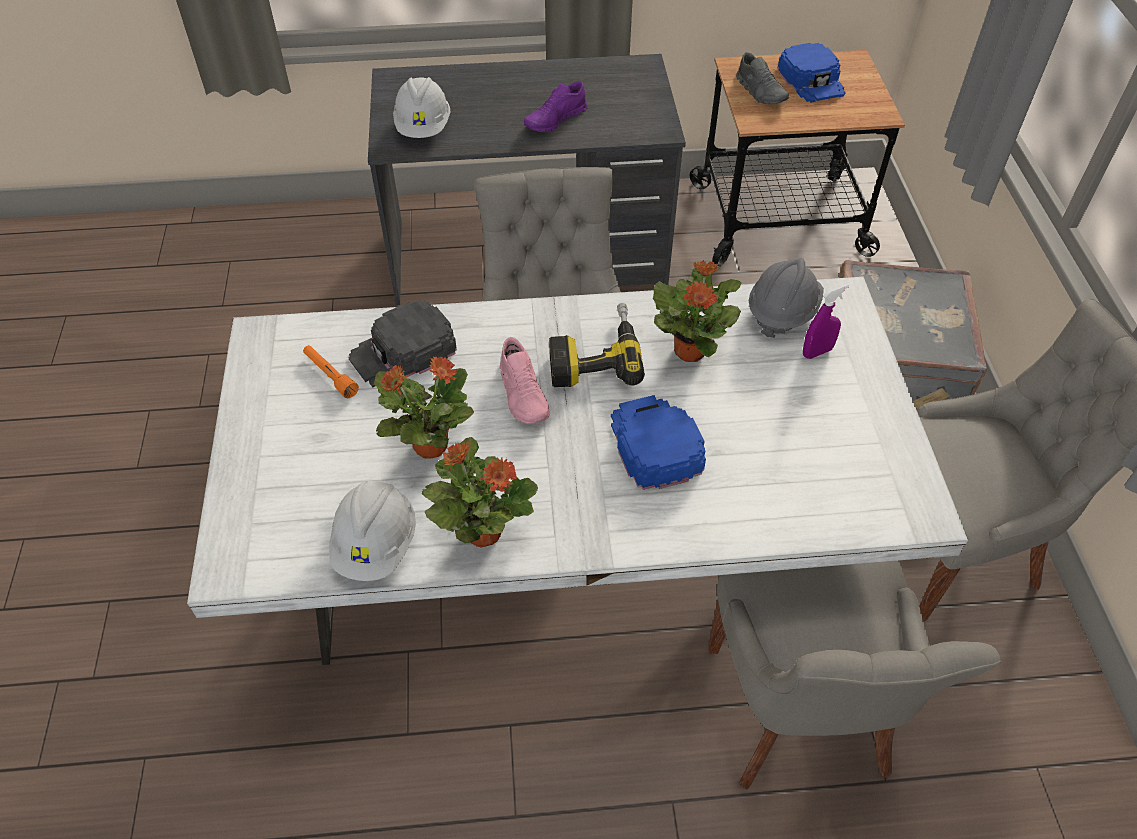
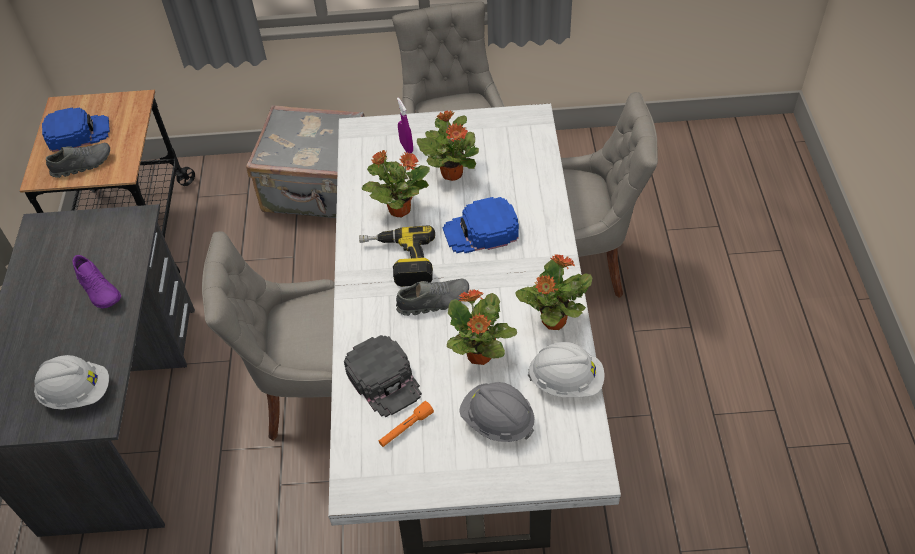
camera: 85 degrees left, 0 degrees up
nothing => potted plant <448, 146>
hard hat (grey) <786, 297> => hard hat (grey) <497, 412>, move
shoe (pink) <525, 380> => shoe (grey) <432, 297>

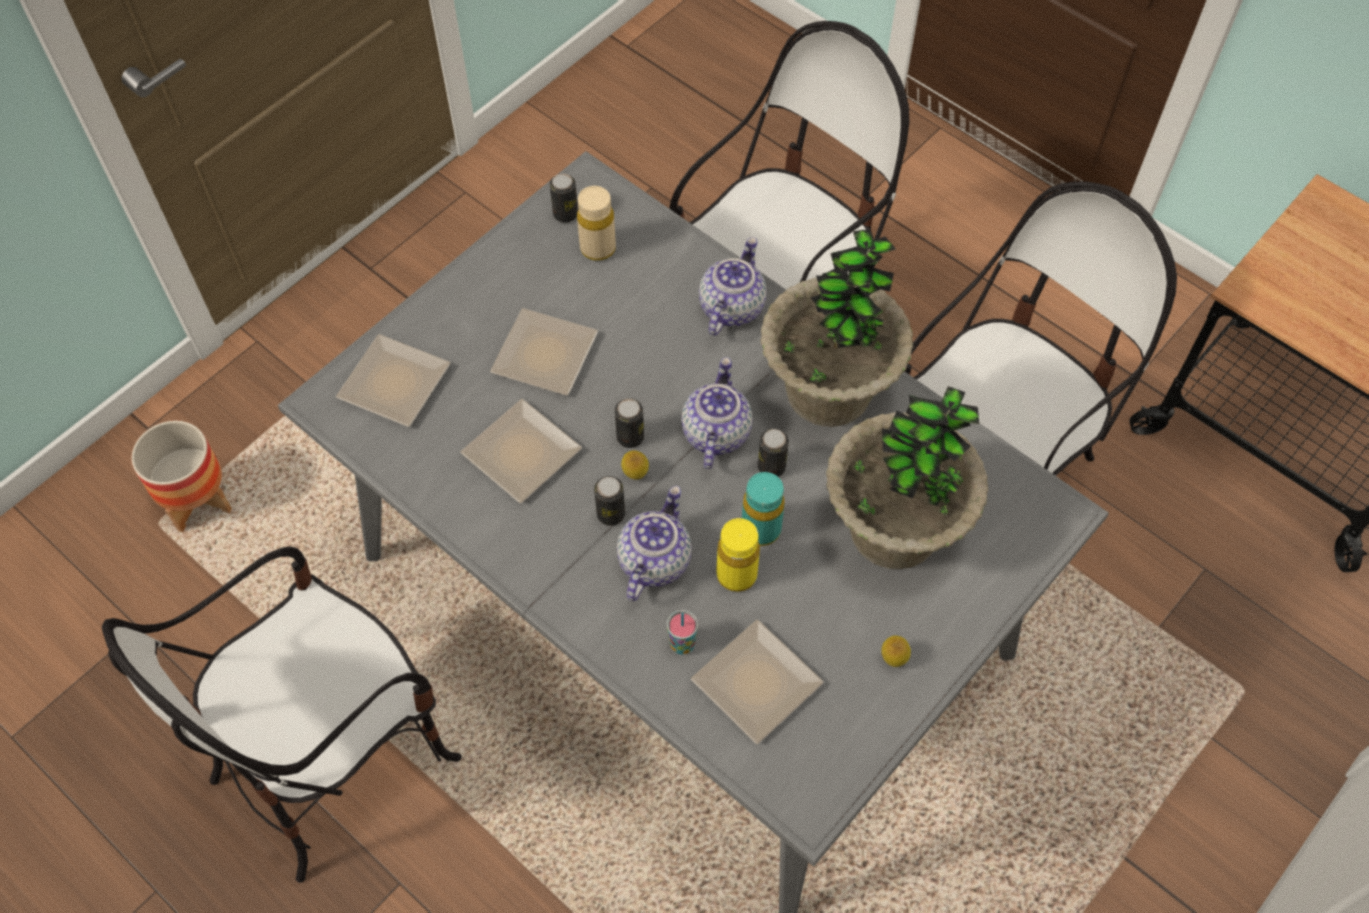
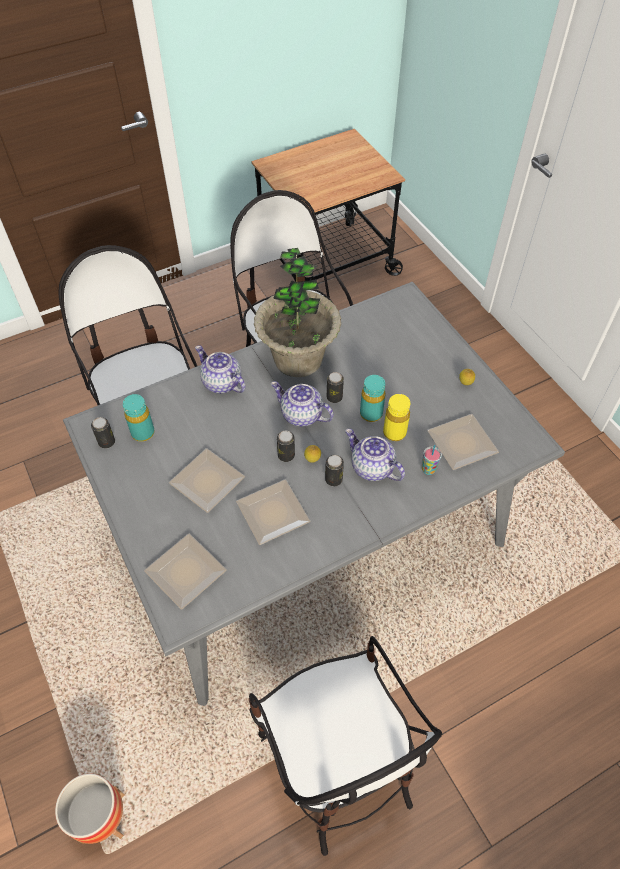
camera: 70 degrees left, 5 degrees down
potted plant <907, 477> => nothing
bottle (beige) <596, 223> => bottle (turquoise) <139, 418>

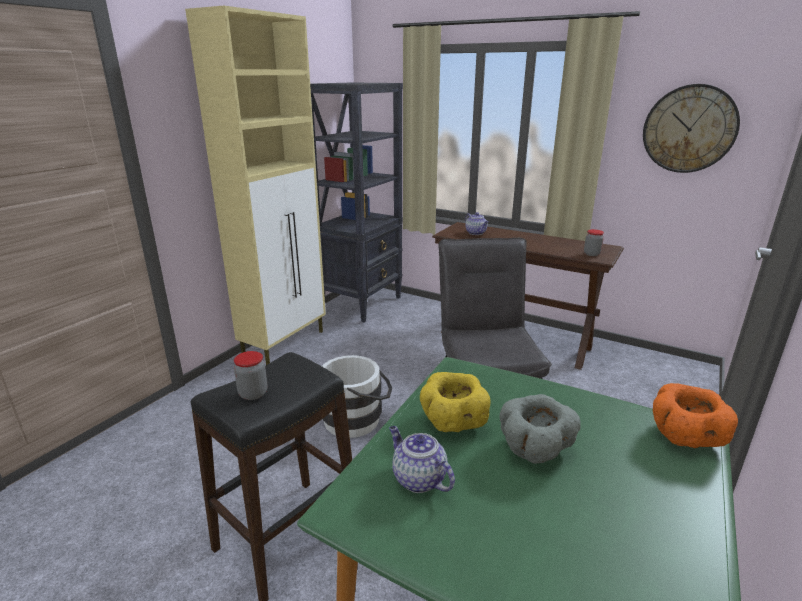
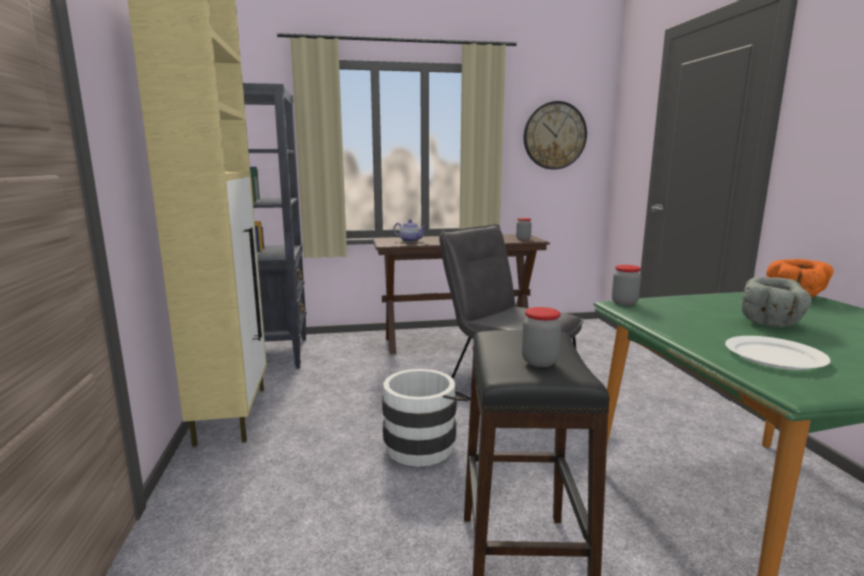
camera: 40 degrees left, 10 degrees down
bowl (yellow) <455, 402> => nothing
nothing => jar <626, 285>
teapot <422, 459> => plate (white) <777, 353>

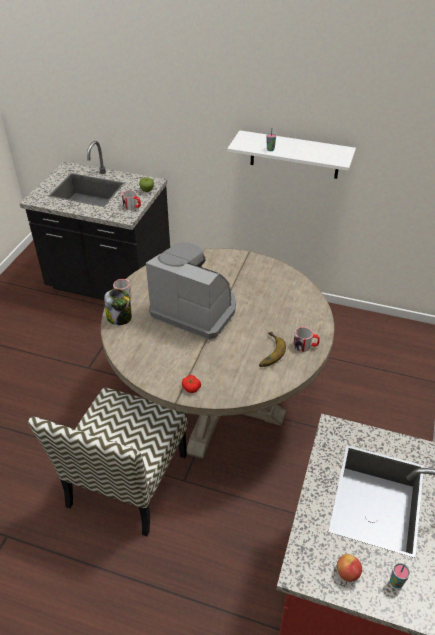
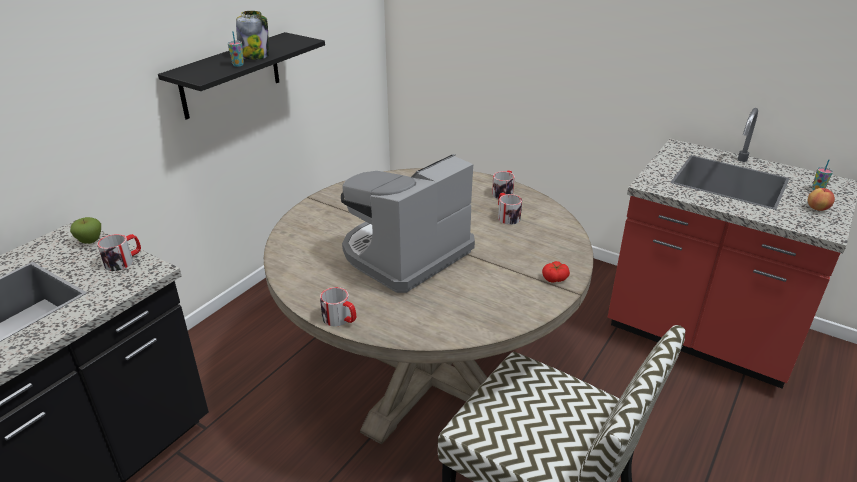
camera: 75 degrees left, 10 degrees down
jar <118, 307> => jar <252, 35>, move
banana <272, 349> => mug <510, 209>
shelf (white) <291, 154> => shelf (black) <241, 76>

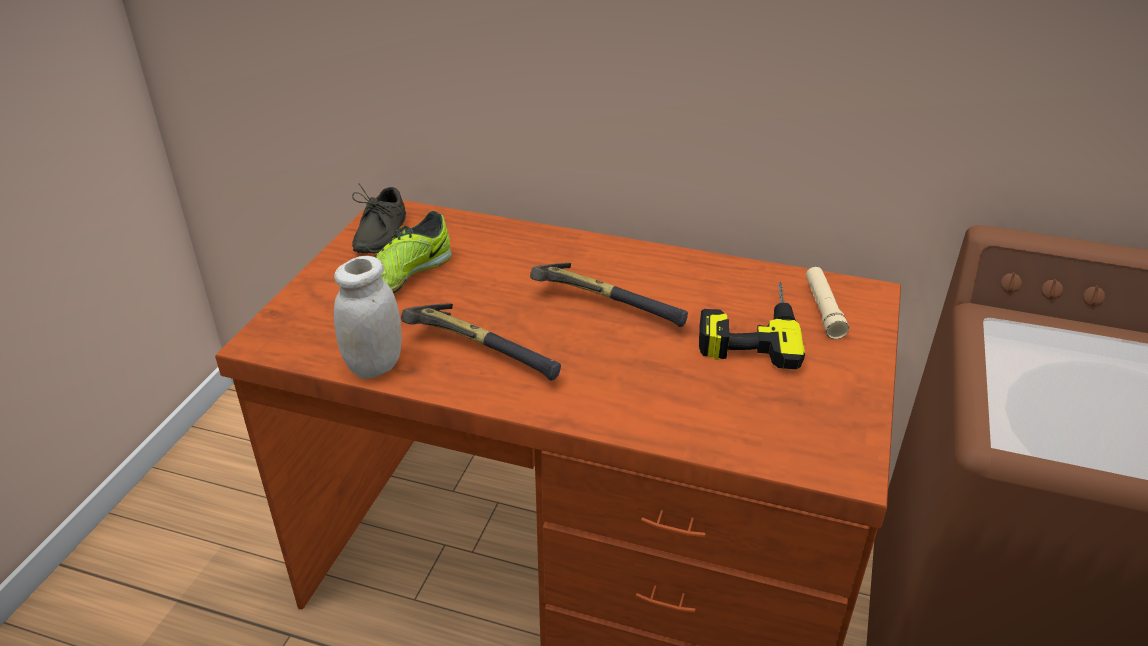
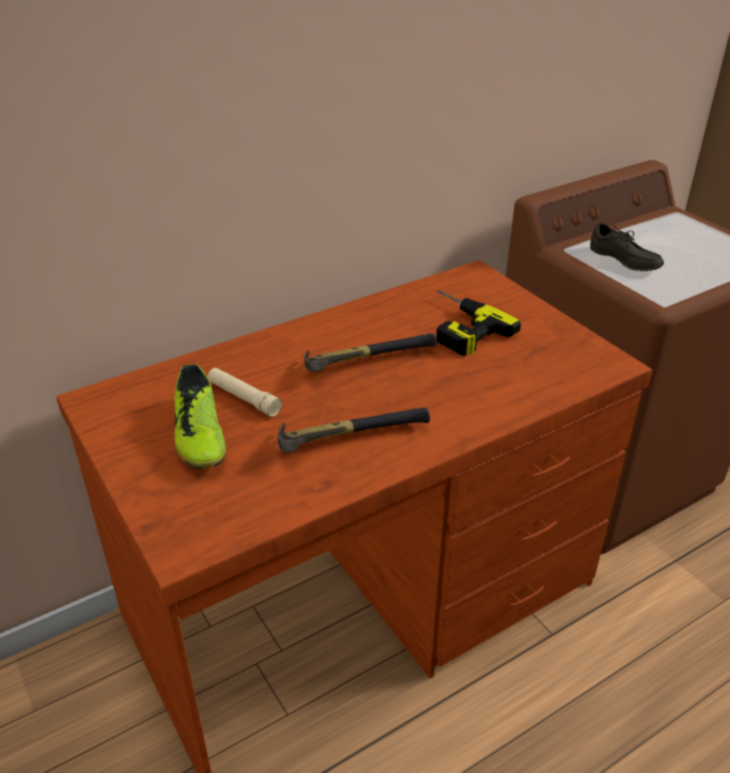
camera: 50 degrees left, 0 degrees up
jar (white) <367, 317> => nothing
shoe (grey) <379, 218> => shoe (grey) <627, 247>, move
flashlight (beige) <827, 303> => flashlight (beige) <245, 392>, move

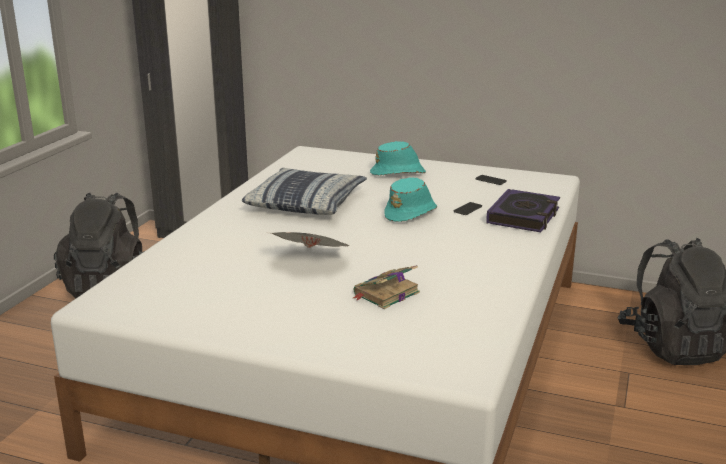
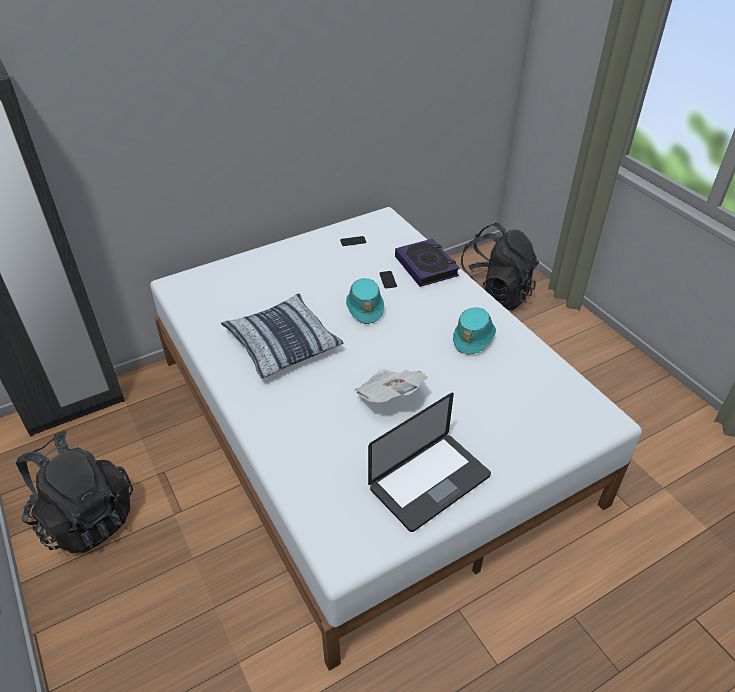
camera: 50 degrees left, 20 degrees up
book <386, 287> => nothing
nothing => laptop <429, 462>
hat (turquoise) <398, 158> => hat (turquoise) <474, 331>, move

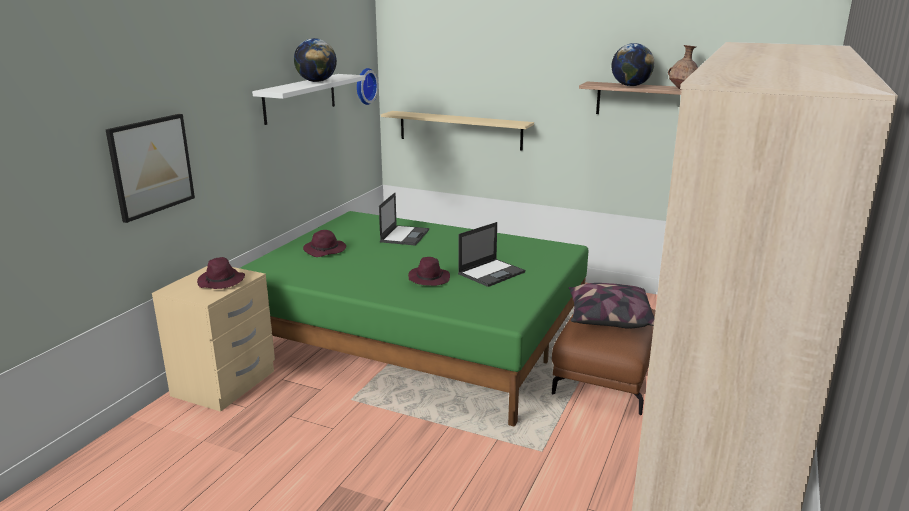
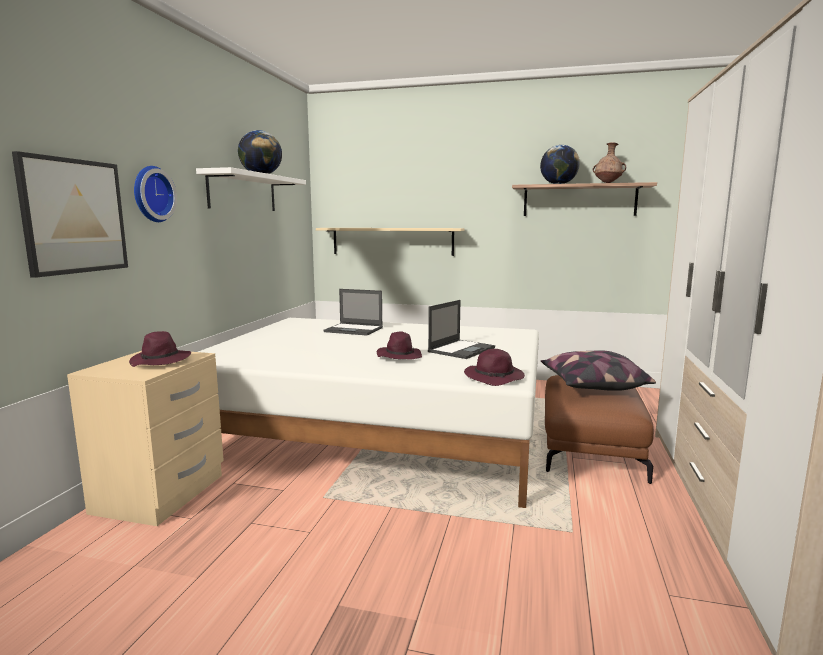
camera: 10 degrees left, 10 degrees down
hat (purple) <324, 243> => hat (purple) <494, 367>, move
wall clock <368, 86> => wall clock <155, 194>, move
bed (green) <414, 319> => bed (white) <368, 413>
laptop <404, 219> => laptop <353, 312>, 105 degrees clockwise

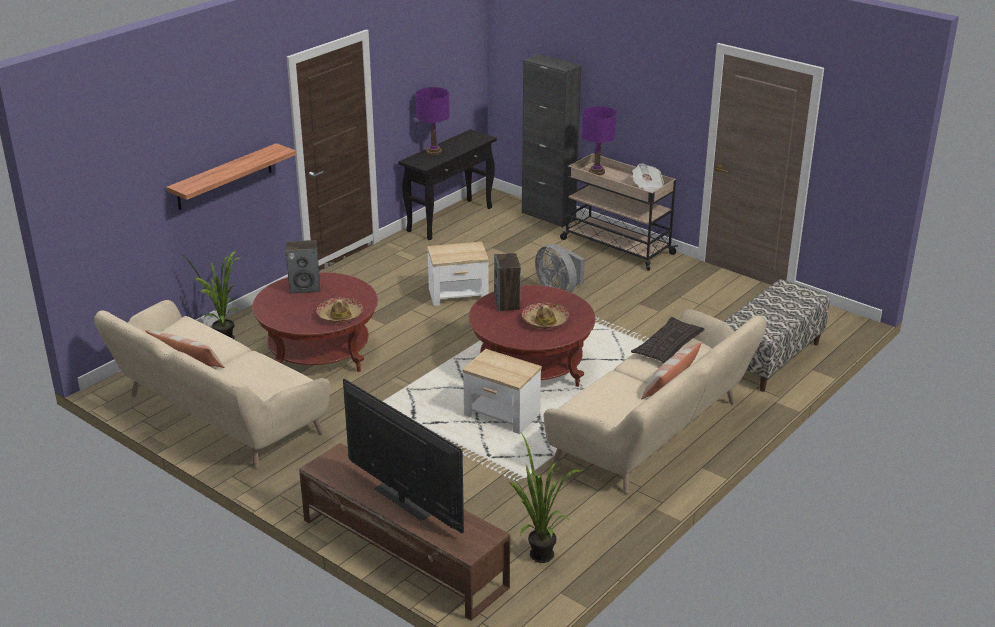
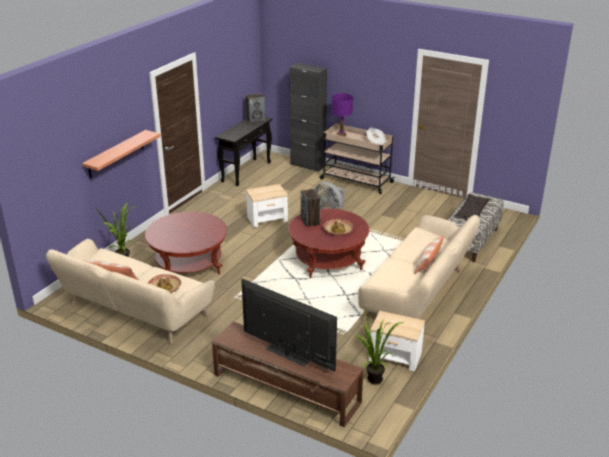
camera: 10 degrees left, 0 degrees up
table lamp (purple) <433, 121> => nothing
speaker <303, 267> => speaker <255, 108>, move
hat <339, 310> => hat <164, 283>, move
side table <502, 391> => side table <397, 341>, move
pillow <668, 340> => pillow <473, 206>, move

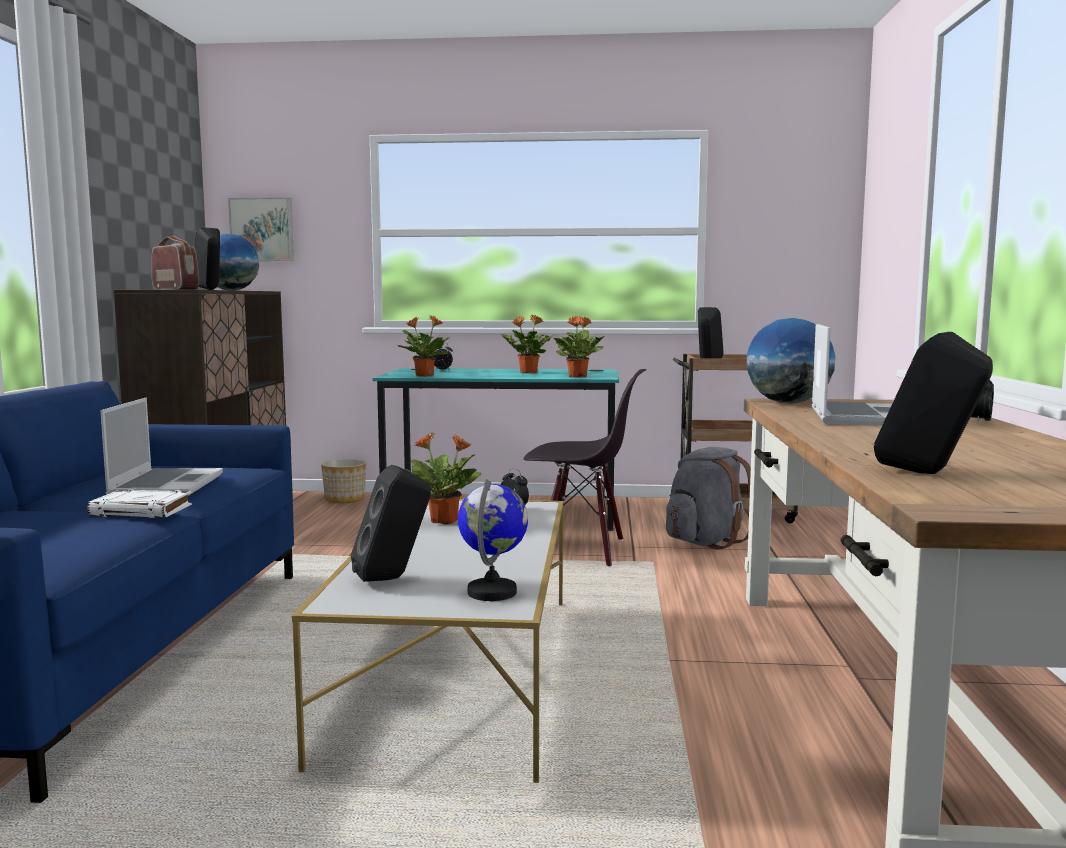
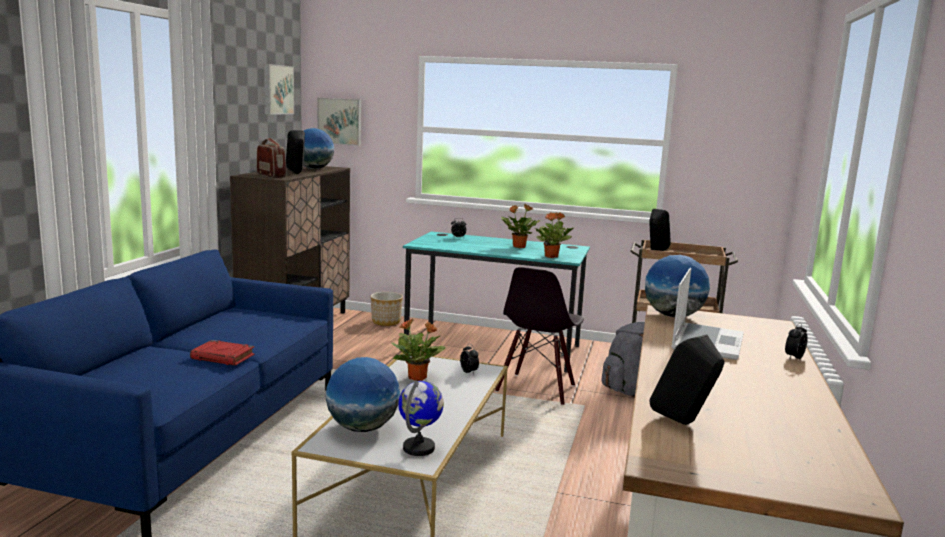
camera: 10 degrees right, 5 degrees up
laptop <161, 446> => nothing
potted plant <424, 346> => nothing
nothing => picture <279, 89>
speaker (black) <391, 523> => globe <363, 394>
book (white) <139, 503> => book (red) <222, 353>
chair (black) <585, 468> => chair (black) <539, 336>, 90 degrees clockwise

